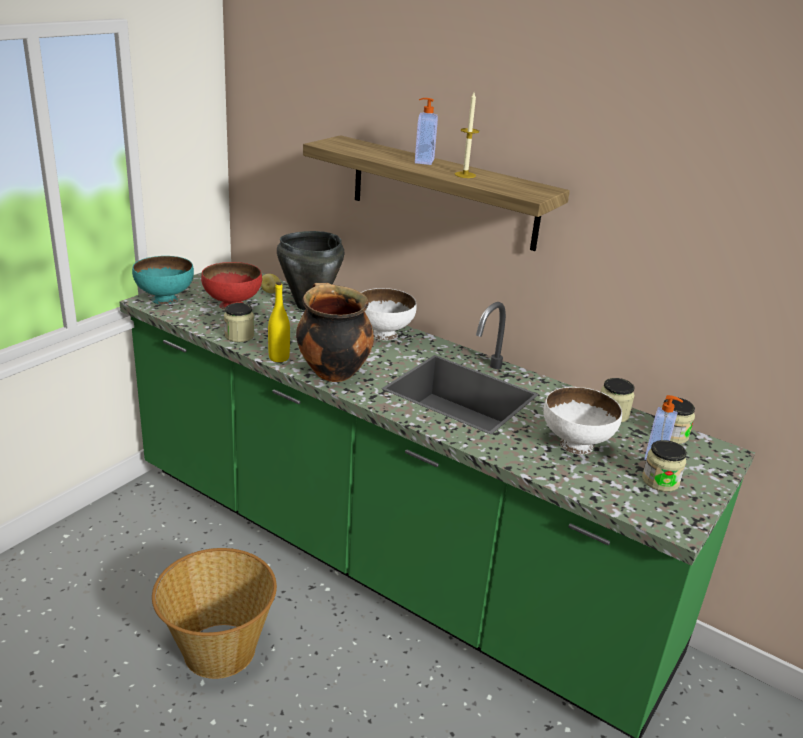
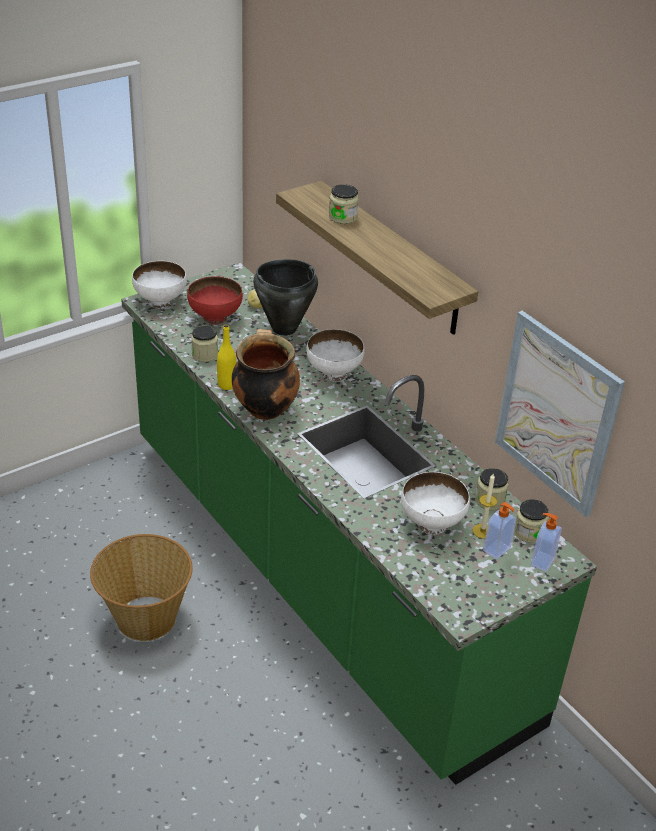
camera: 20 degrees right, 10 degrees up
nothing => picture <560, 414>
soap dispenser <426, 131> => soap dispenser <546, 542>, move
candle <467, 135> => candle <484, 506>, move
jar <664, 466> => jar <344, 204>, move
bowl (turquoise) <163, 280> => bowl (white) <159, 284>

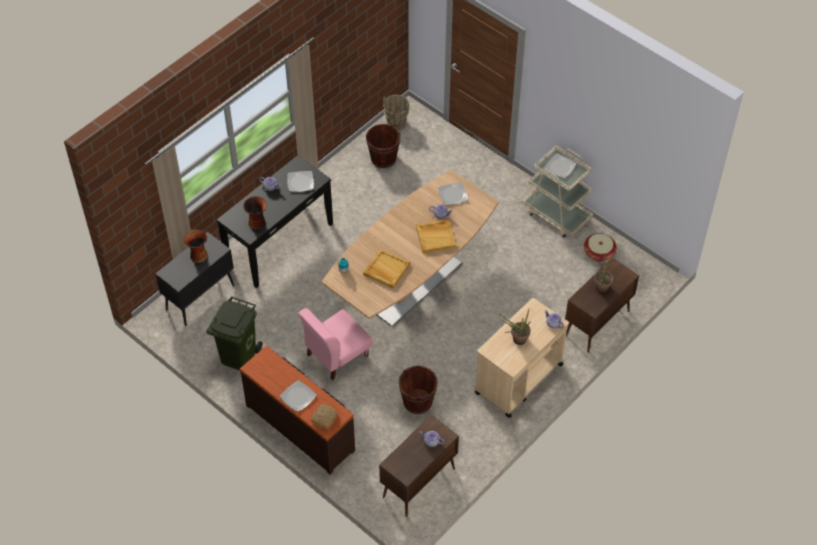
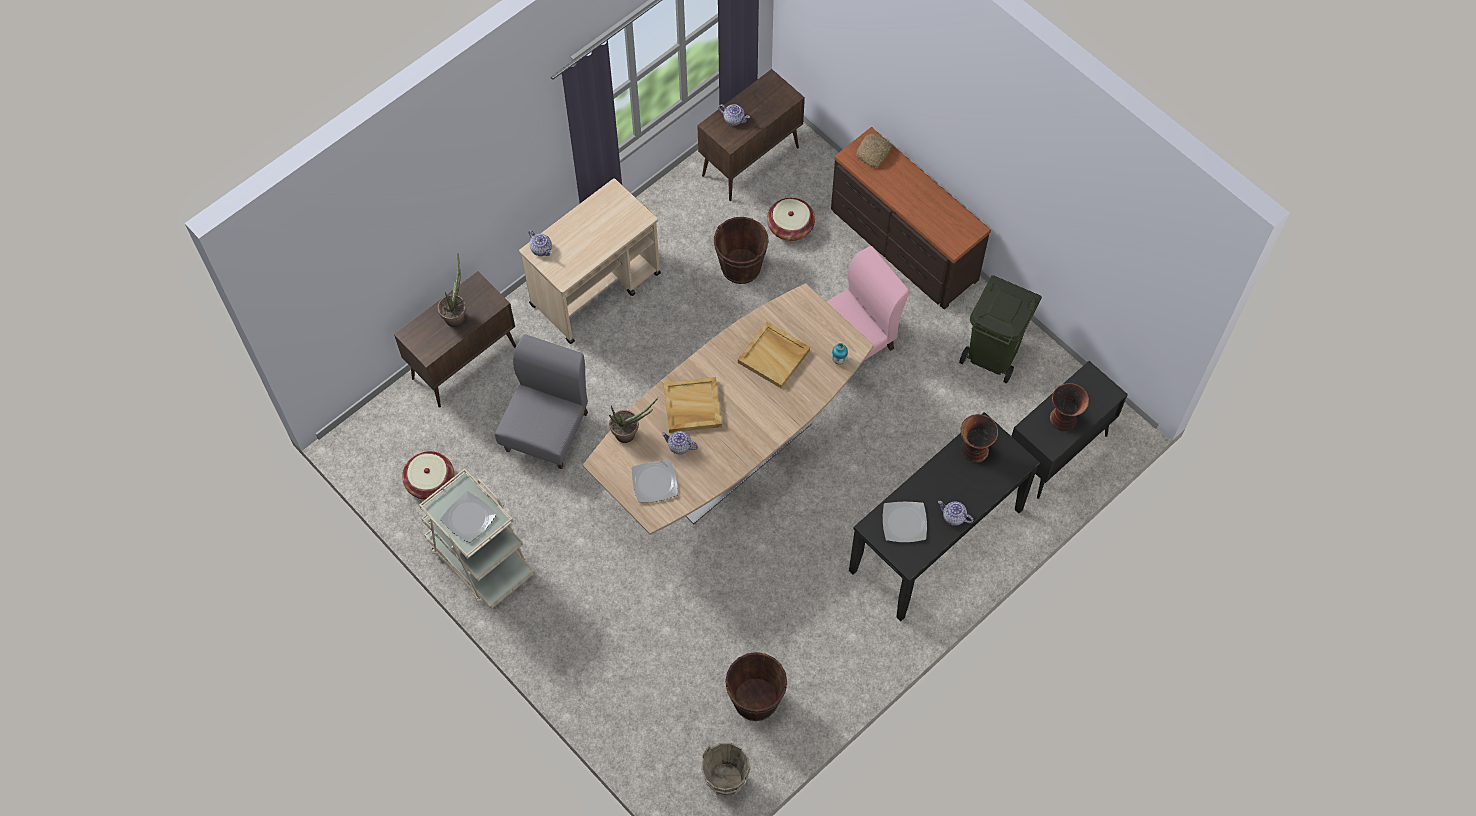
camera: 175 degrees left, 10 degrees up
plate <298, 396> => nothing
nothing => chair (grey) <541, 401>
nothing => basket <791, 219>
potted plant <515, 327> => potted plant <633, 420>, move

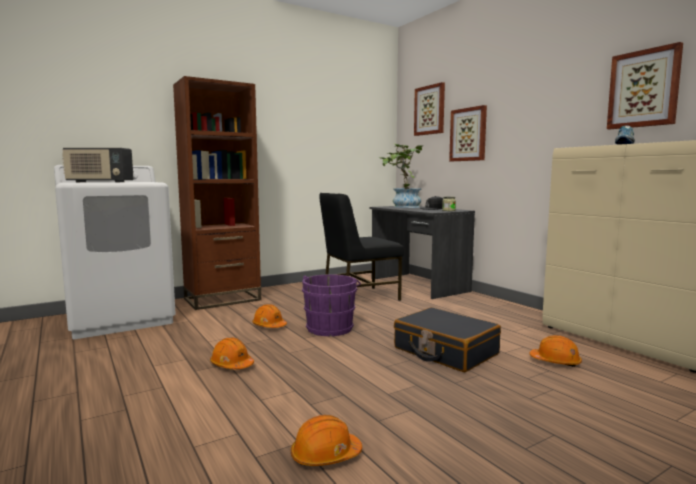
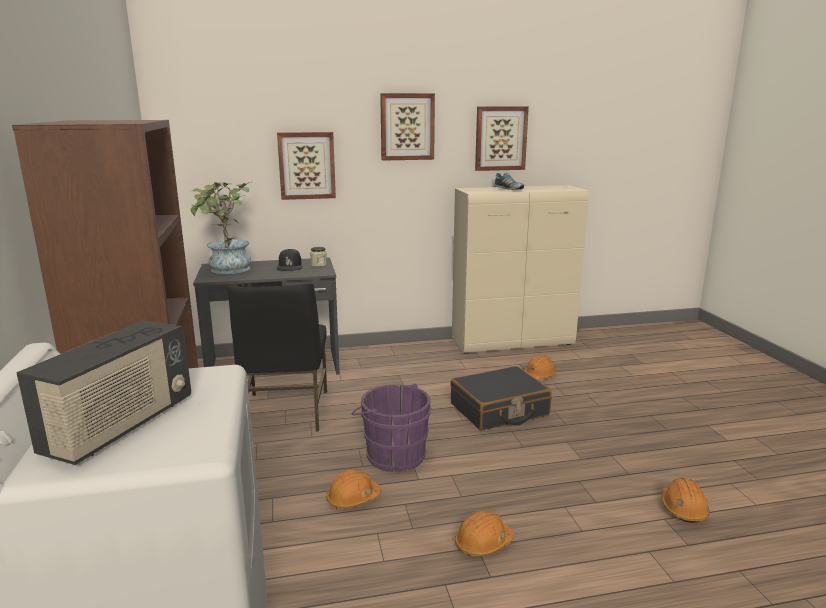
camera: 70 degrees left, 10 degrees up
picture <429, 109> => picture <407, 127>, move

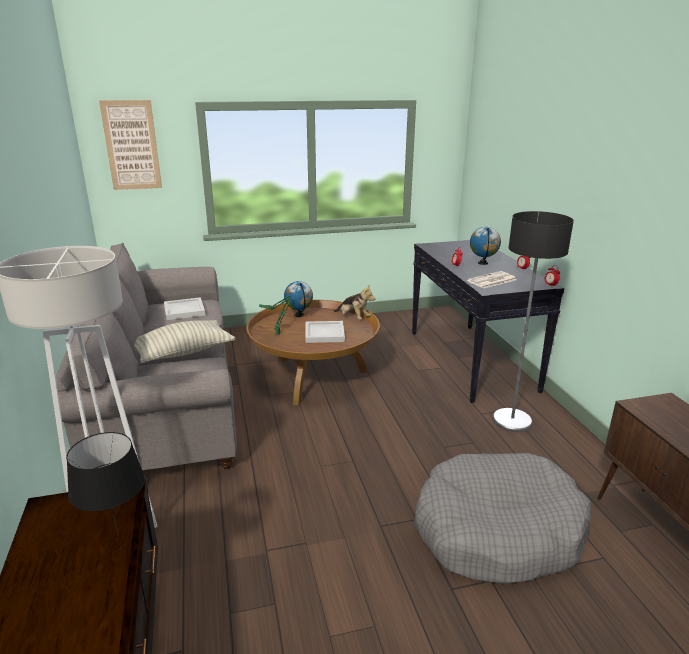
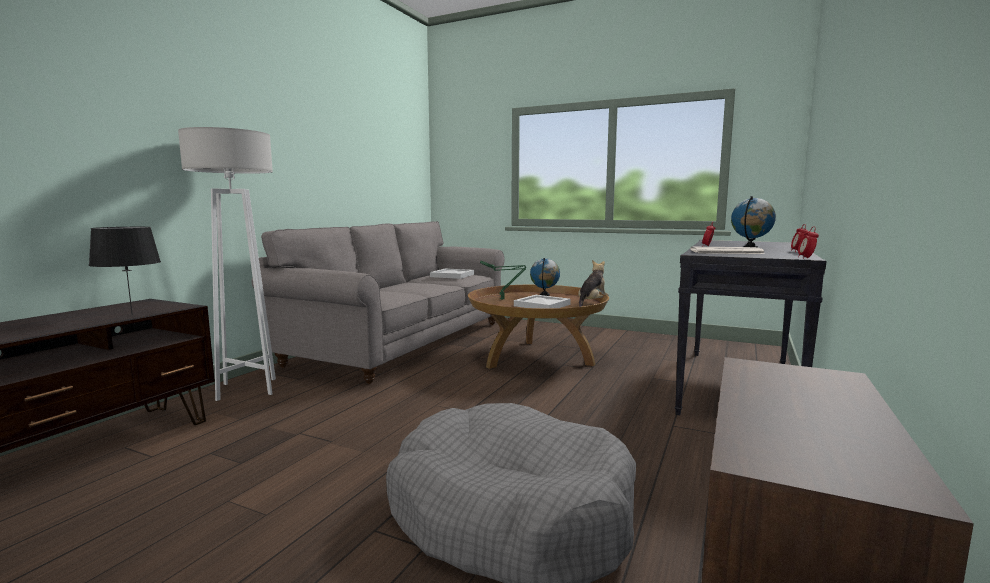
camera: 40 degrees right, 15 degrees down
picture <130, 145> => nothing
pillow <185, 341> => nothing
floor lamp <533, 321> => nothing
plush toy <354, 302> => plush toy <593, 283>, 135 degrees counterclockwise

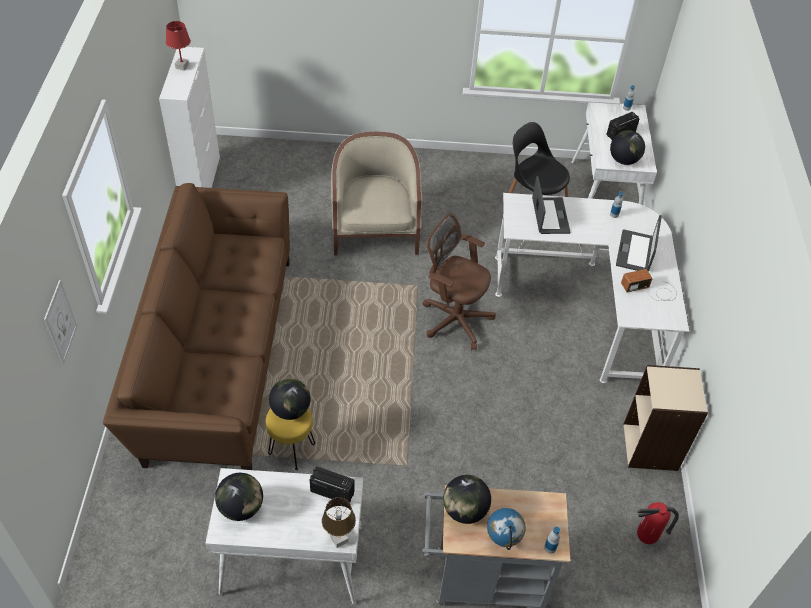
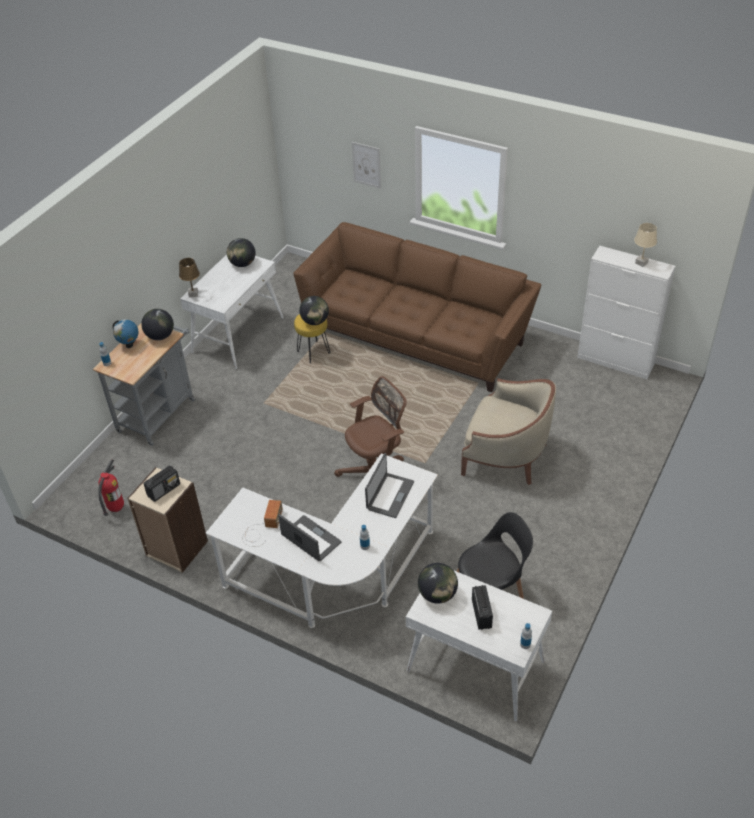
camera: 120 degrees right, 5 degrees down
radio <332, 484> => radio <161, 483>, move
table lamp (red) <178, 46> => table lamp (beige) <645, 245>
laptop <551, 205> => laptop <389, 485>, 90 degrees counterclockwise

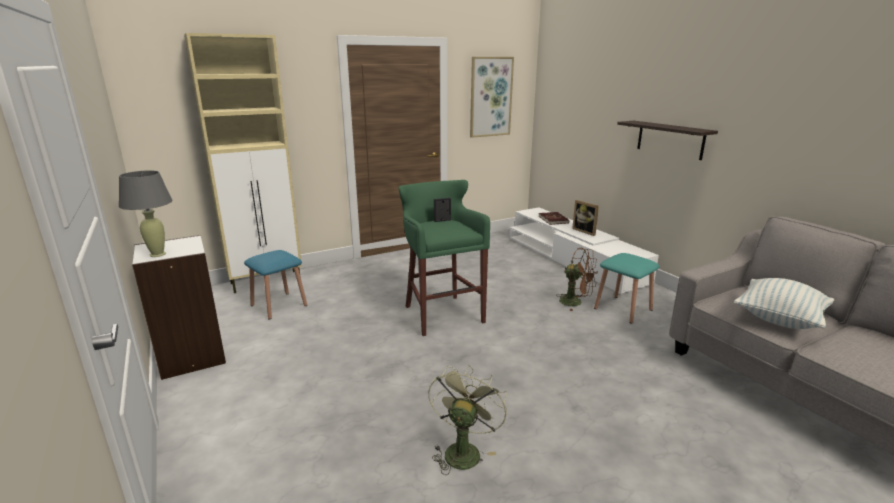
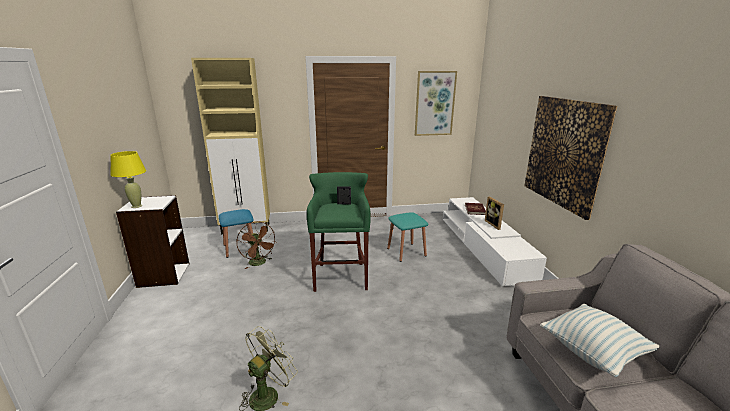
camera: 20 degrees right, 0 degrees up
fan (brown) <577, 279> => fan (brown) <257, 245>, move
stool (turquoise) <626, 288> => stool (turquoise) <407, 237>, move
shelf <667, 140> => picture <570, 158>
table lamp (grey) <145, 213> => table lamp (yellow) <128, 179>

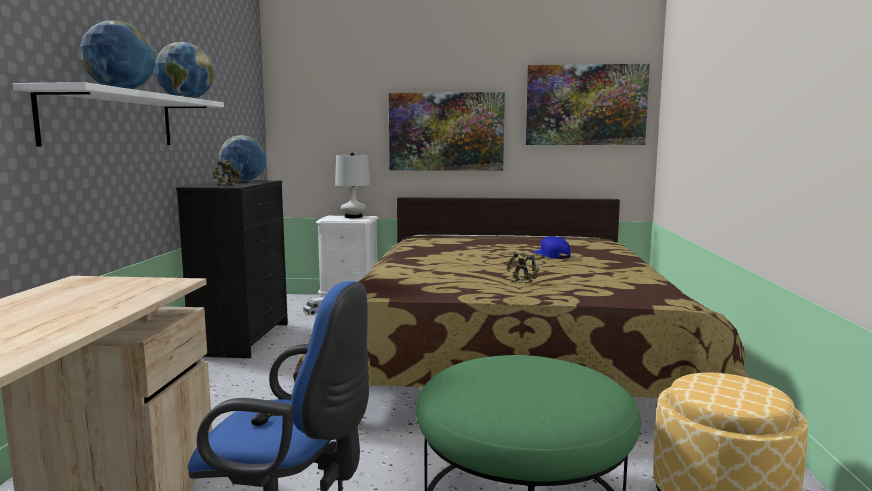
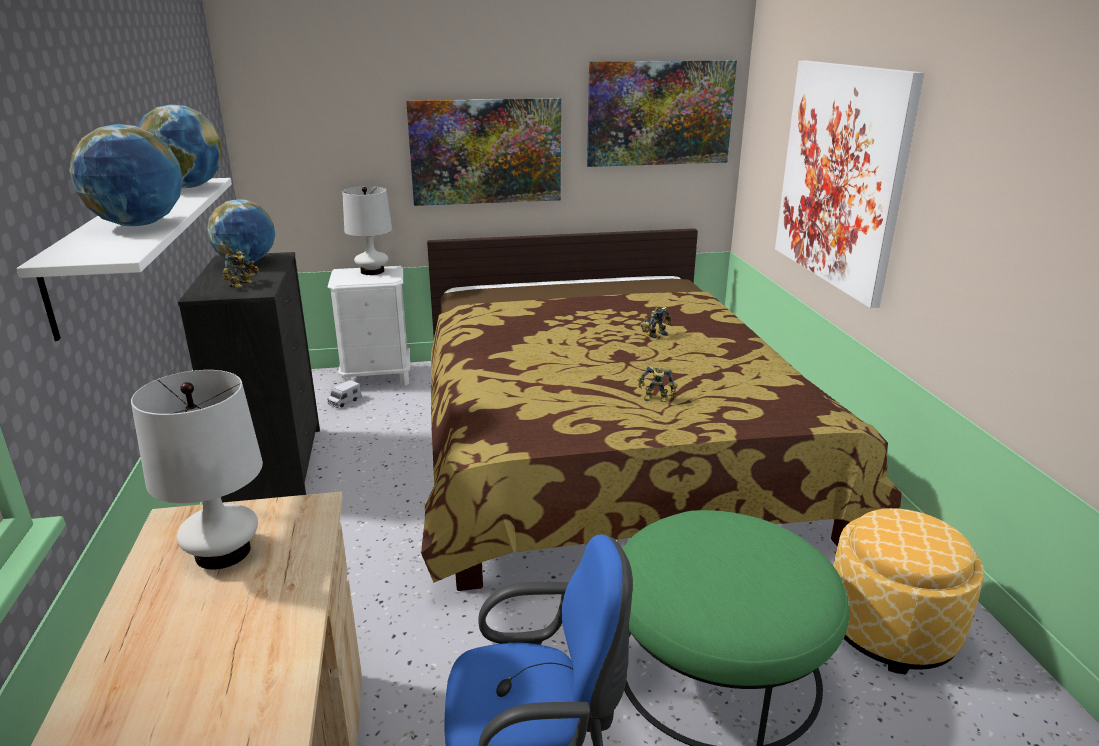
camera: 15 degrees left, 15 degrees up
nothing => table lamp (white) <197, 469>
nothing => picture <849, 184>
cap (blue) <551, 247> => toy robot <656, 322>

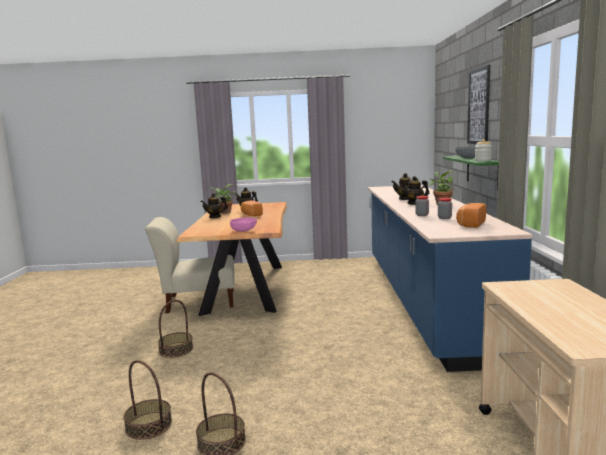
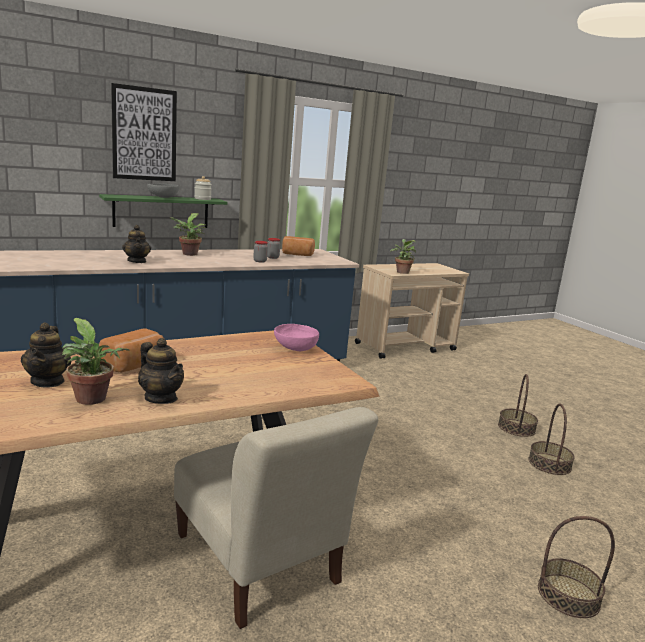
camera: 120 degrees left, 5 degrees up
teapot <414, 190> => nothing
nothing => potted plant <403, 256>
basket <175, 329> => basket <576, 567>, move

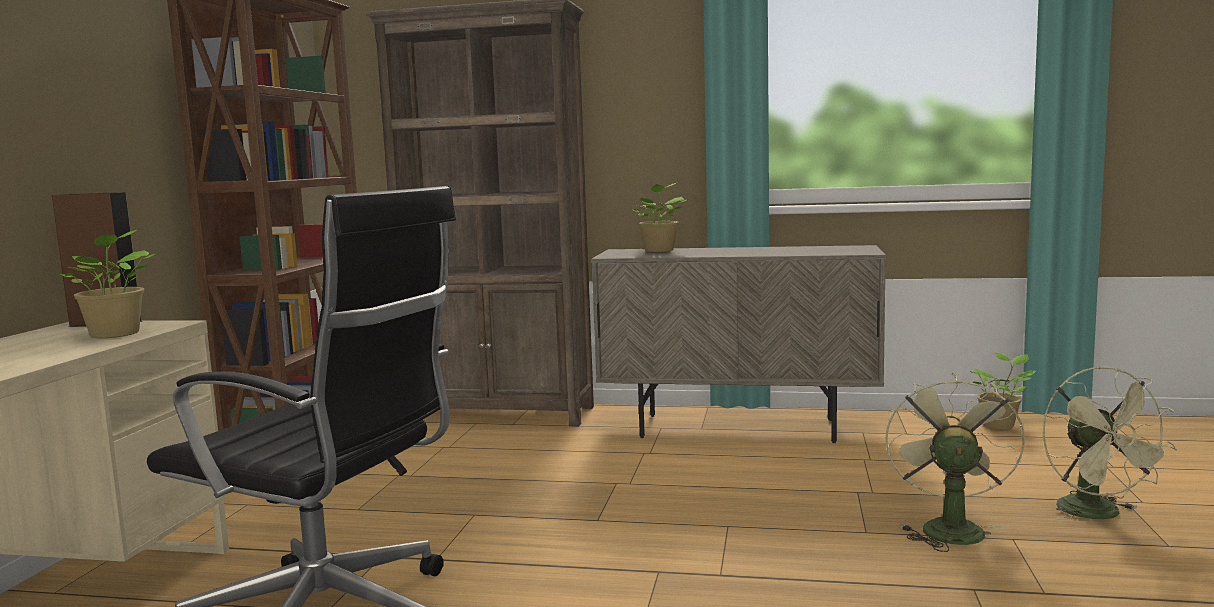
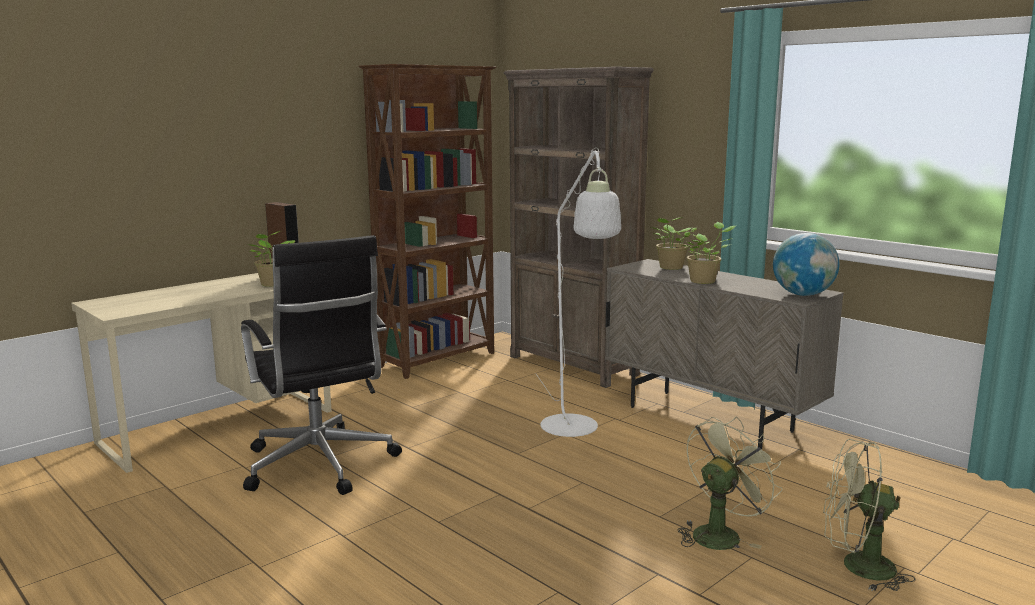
camera: 35 degrees right, 5 degrees up
nothing => floor lamp (white) <578, 292>
nothing => globe <806, 264>
potted plant <1002, 391> => potted plant <709, 253>, move
fan (green) <1110, 444> => fan (green) <869, 515>, 75 degrees clockwise

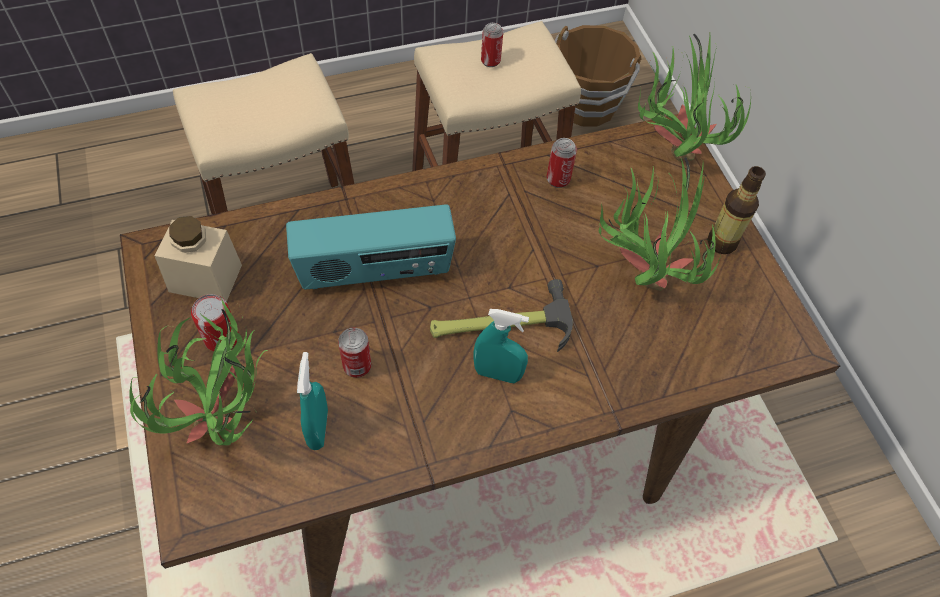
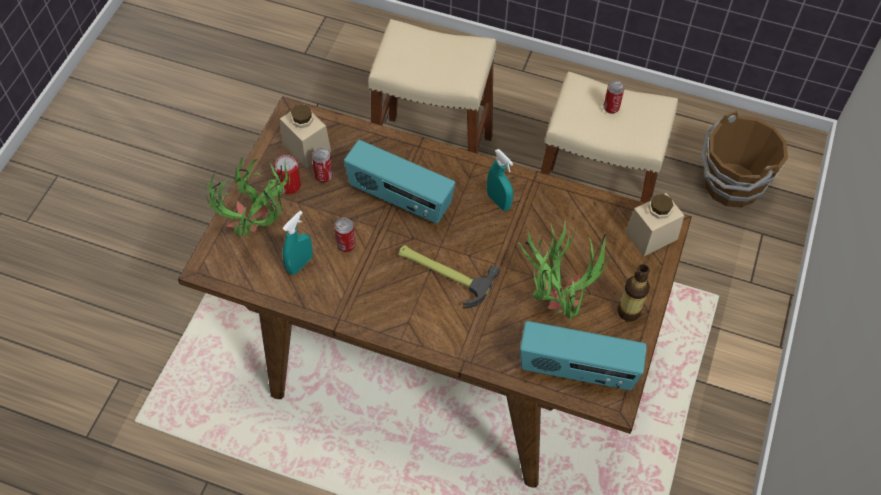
camera: 40 degrees right, 0 degrees up
nothing => radio <583, 355>
spray bottle (turquoise) <501, 346> => spray bottle (turquoise) <500, 180>, move
can <561, 163> => can <322, 165>, move
potted plant <694, 97> => jar (beige) <655, 224>

